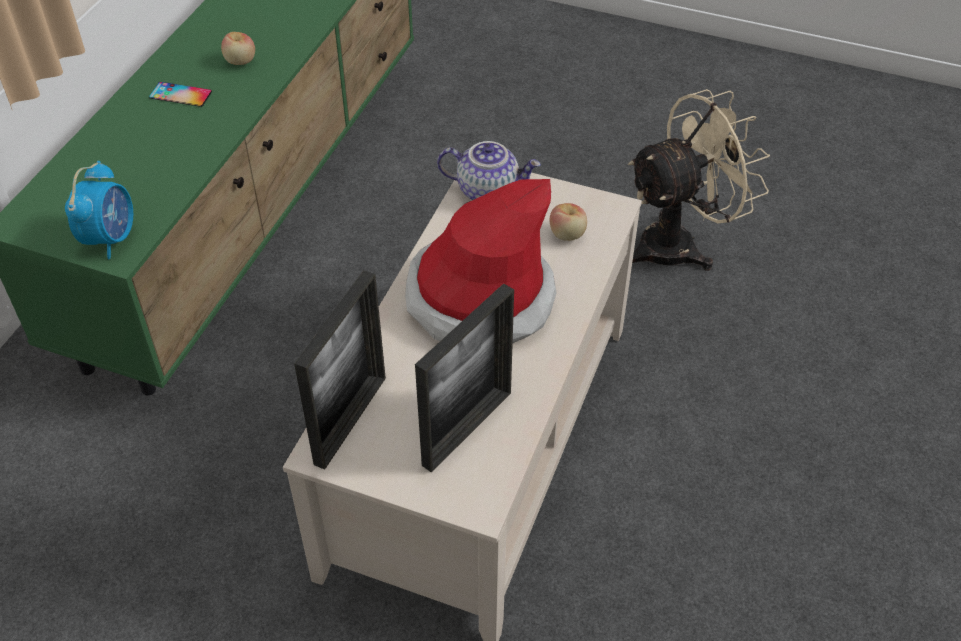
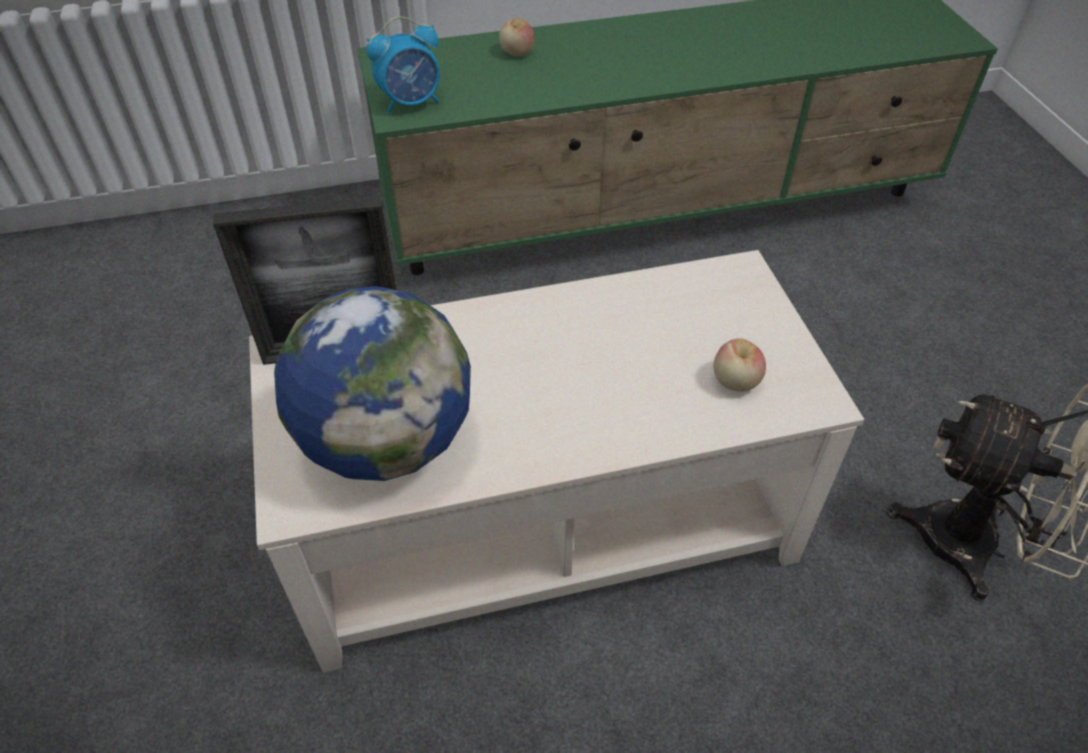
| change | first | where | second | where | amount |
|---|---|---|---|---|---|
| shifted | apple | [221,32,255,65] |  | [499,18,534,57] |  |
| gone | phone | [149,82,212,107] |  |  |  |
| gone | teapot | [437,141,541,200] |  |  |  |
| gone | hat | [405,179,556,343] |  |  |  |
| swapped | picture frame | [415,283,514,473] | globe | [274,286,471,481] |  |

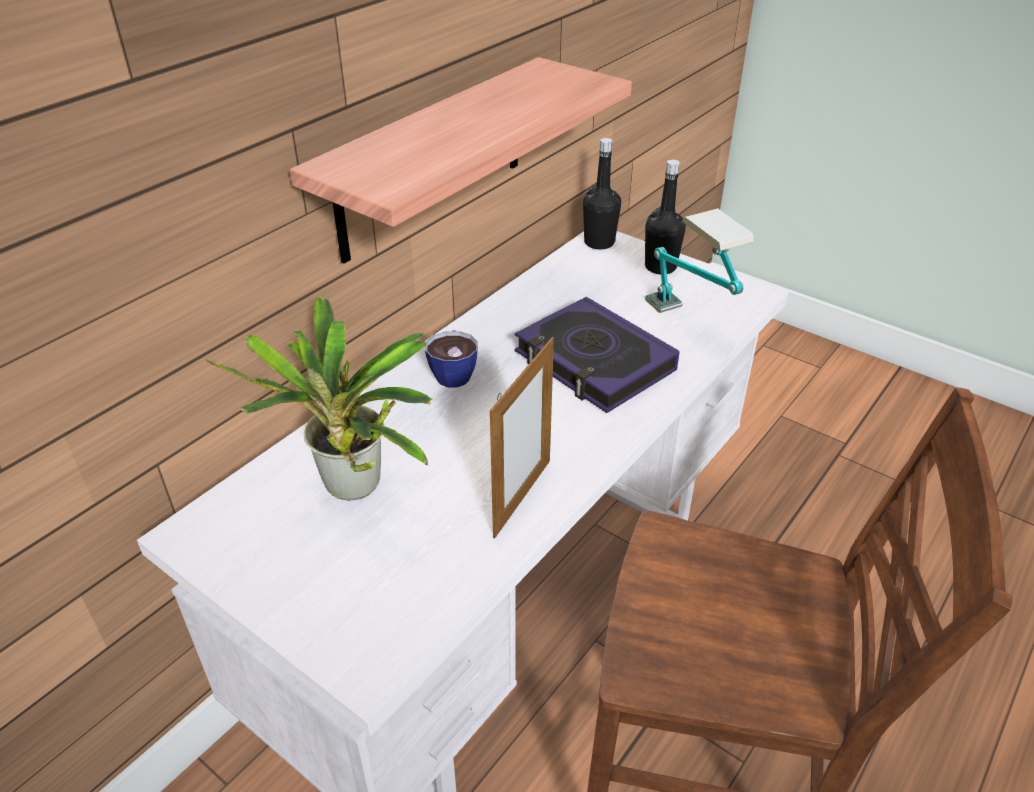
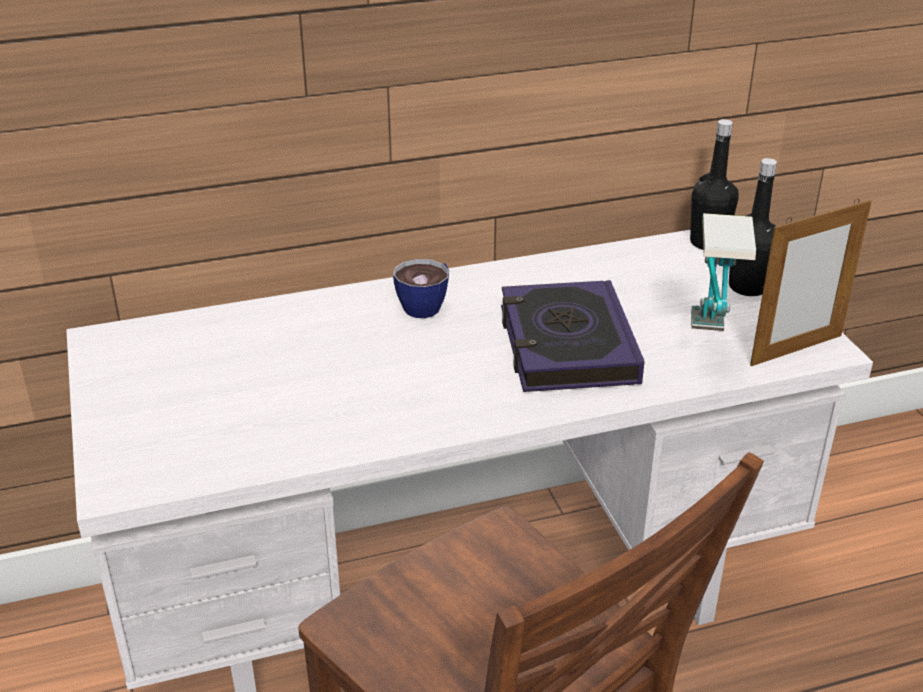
| change | first | where | second | where | amount |
|---|---|---|---|---|---|
| gone | shelf | [289,57,632,264] |  |  |  |
| gone | potted plant | [206,297,433,501] |  |  |  |
| shifted | picture frame | [490,337,554,538] |  | [750,199,871,366] |  |

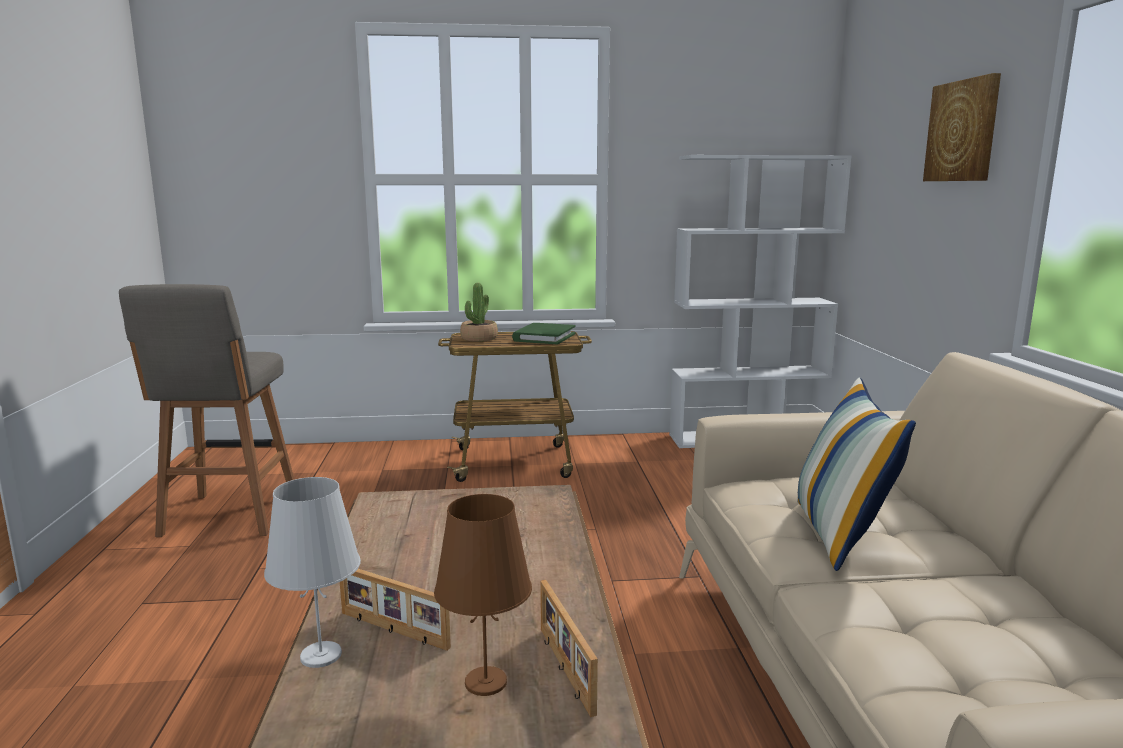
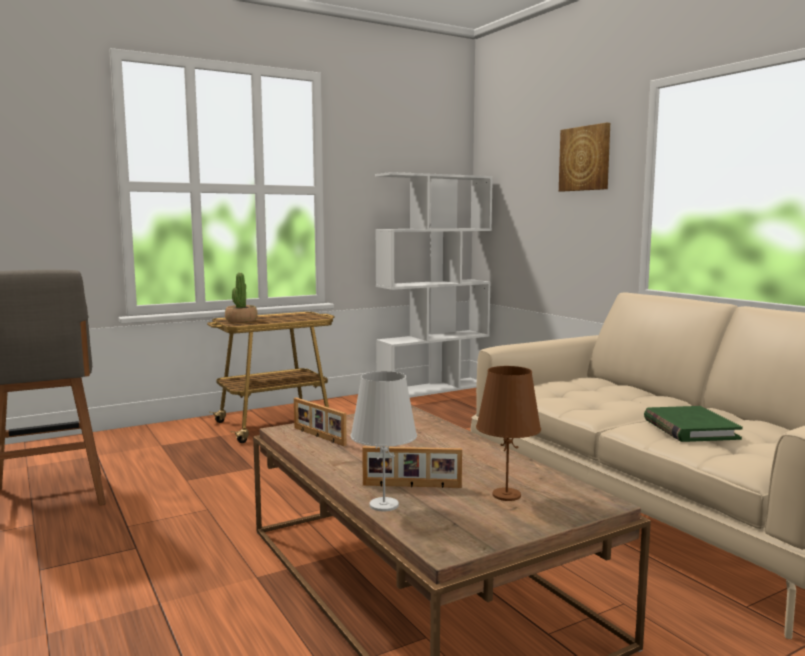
| change | first | where | second | where | amount |
|---|---|---|---|---|---|
| shifted | green book | [512,323,575,345] |  | [644,406,743,442] |  |
| gone | pillow | [797,377,916,571] |  |  |  |
| shifted | picture frame | [540,580,598,717] |  | [294,398,347,446] |  |

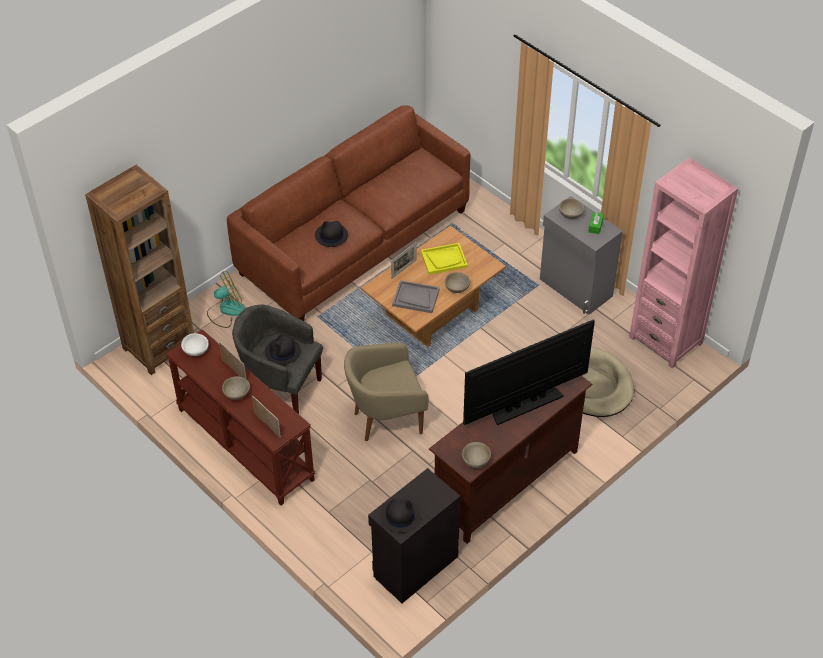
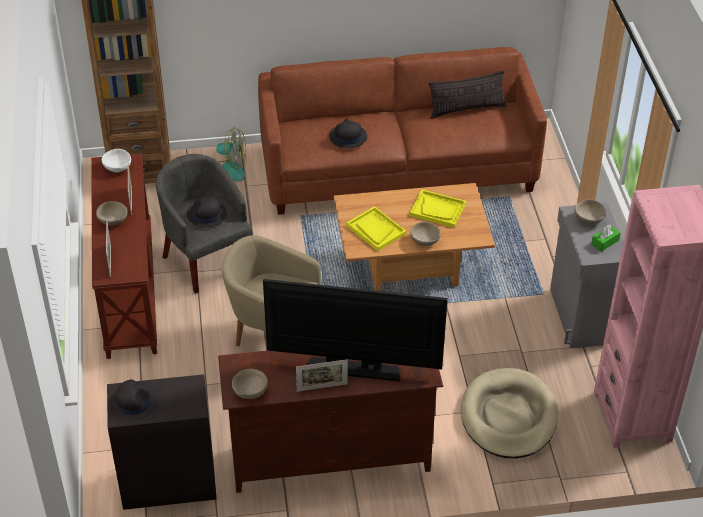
| change | first | where | second | where | amount |
|---|---|---|---|---|---|
| shifted | picture frame | [391,242,417,279] |  | [296,359,348,392] |  |
| repainted | grey tray | [392,280,440,313] | yellow tray | [346,206,406,251] |  |
| new |  |  | pillow | [429,70,507,119] |  |

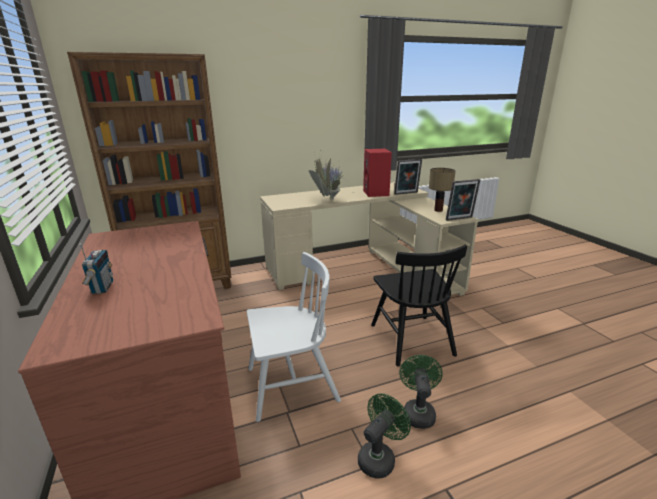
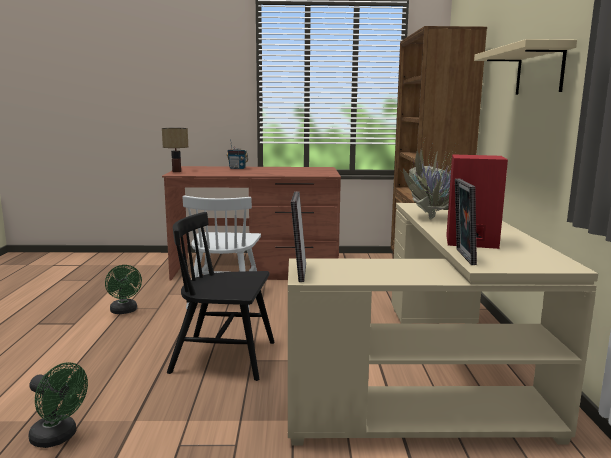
| change | first | where | second | where | amount |
|---|---|---|---|---|---|
| shifted | table lamp | [429,168,456,212] |  | [162,128,188,172] |  |
| shifted | green fan | [399,355,443,429] |  | [29,362,88,448] |  |
| new |  |  | beige shelf | [474,39,577,95] |  |

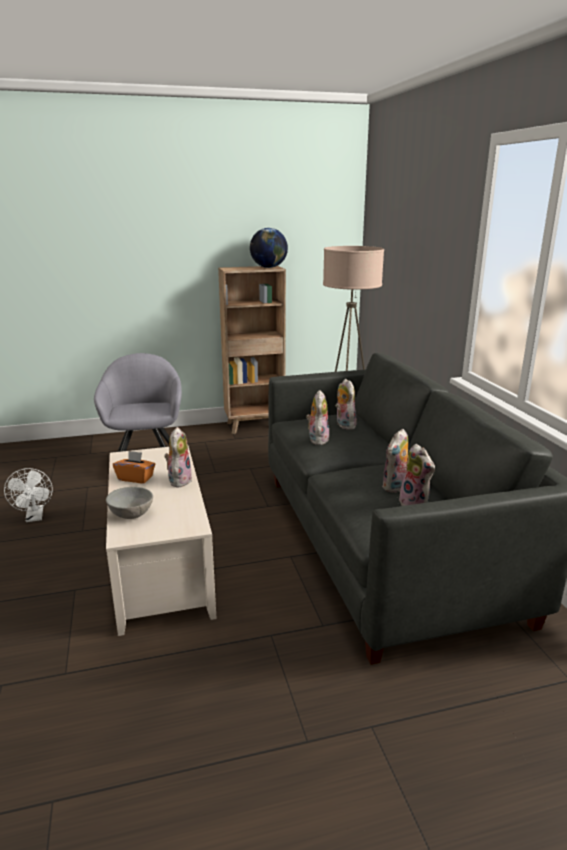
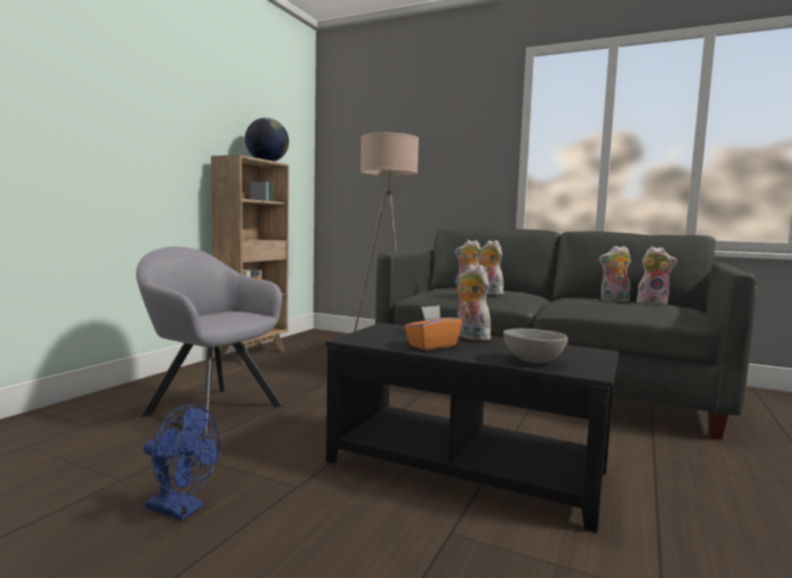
| change | first | where | second | where | amount |
|---|---|---|---|---|---|
| rotated | plush toy | [382,429,408,493] |  | [599,246,631,302] | 105 degrees clockwise |
| repainted | beige coffee table | [106,446,217,636] | black coffee table | [325,323,619,533] |  |
| repainted | white fan | [4,468,53,522] | blue fan | [143,404,221,520] |  |

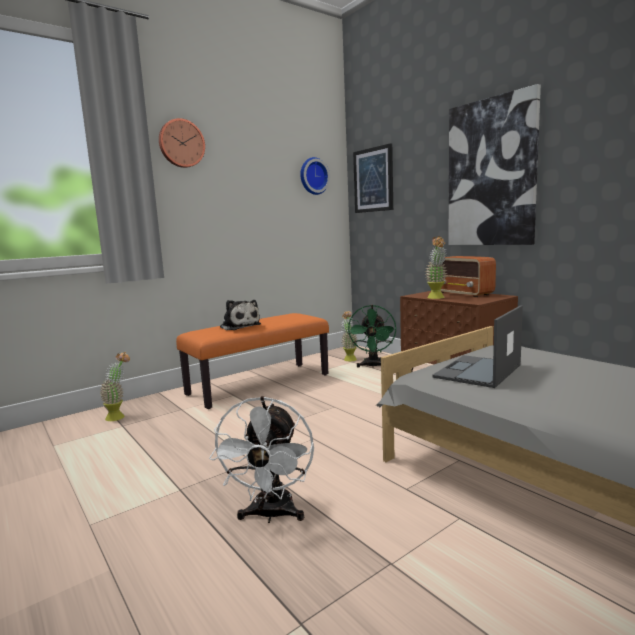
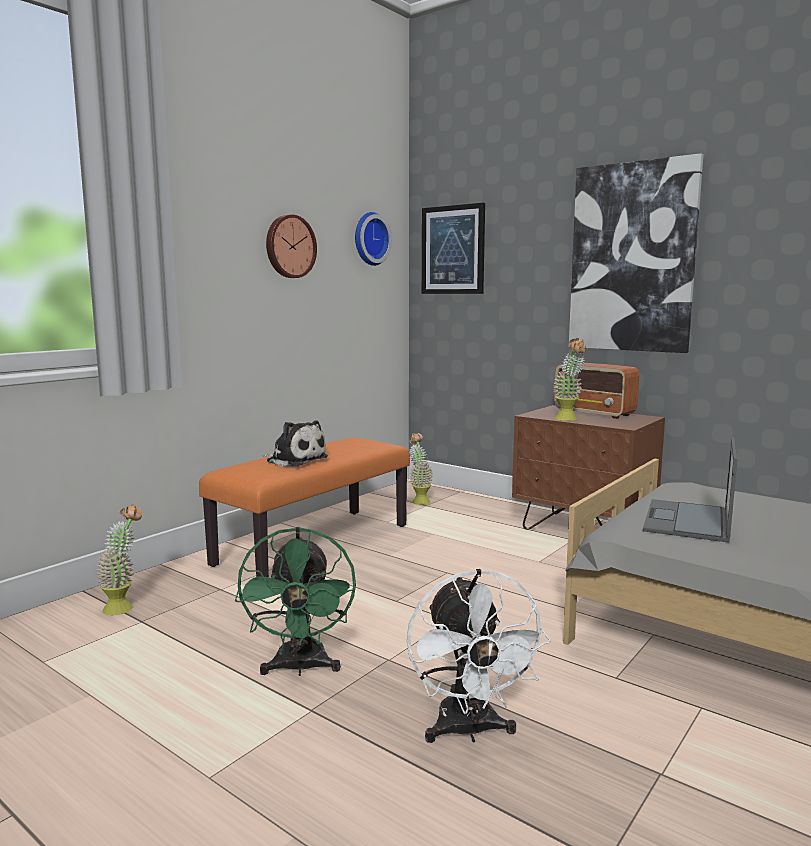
| change | first | where | second | where | amount |
|---|---|---|---|---|---|
| shifted | wall clock | [159,118,205,168] |  | [266,215,317,278] |  |
| shifted | green fan | [348,305,396,368] |  | [235,527,356,676] |  |

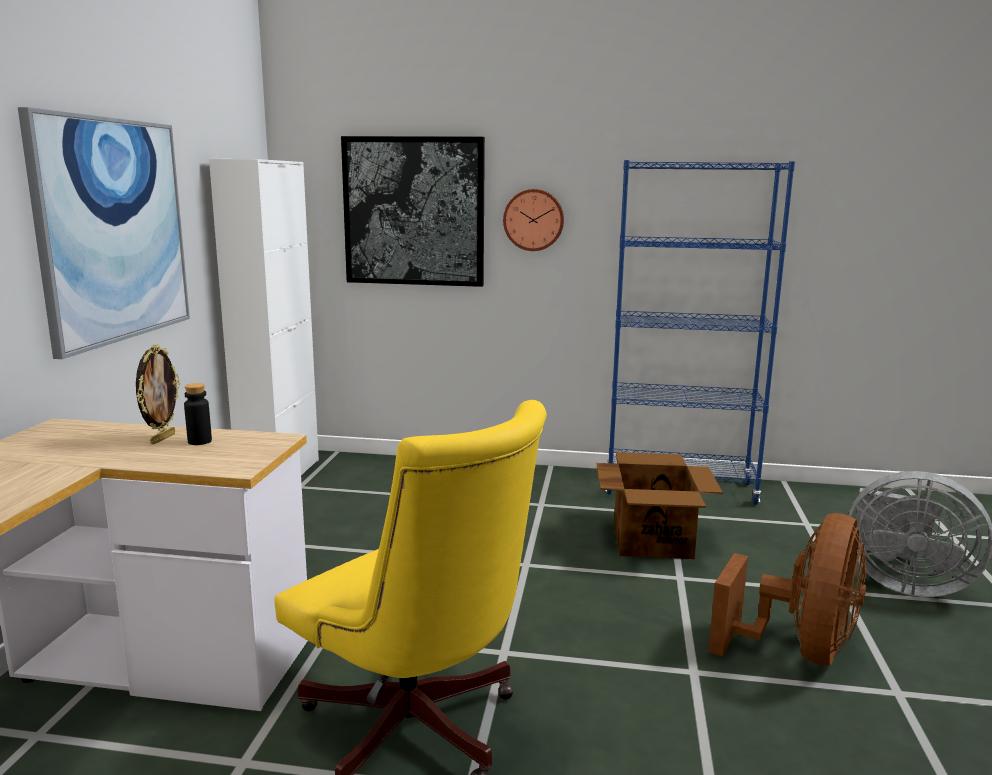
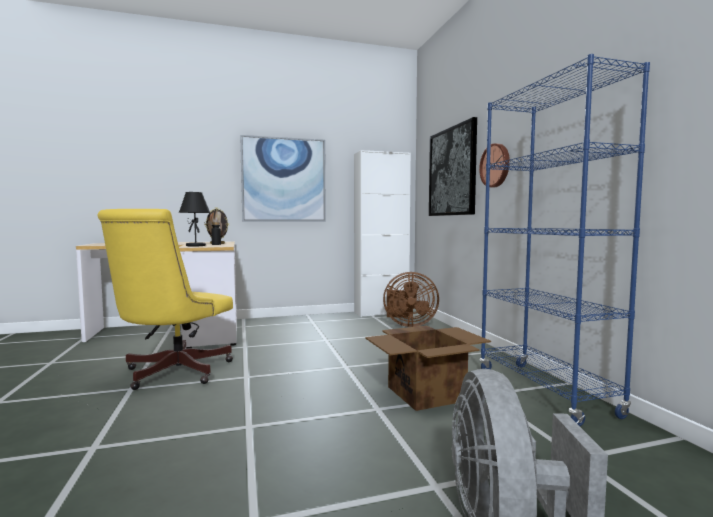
| change | first | where | second | where | amount |
|---|---|---|---|---|---|
| shifted | brown fan | [708,513,866,665] |  | [383,272,439,327] |  |
| new |  |  | black table lamp | [179,192,210,247] |  |

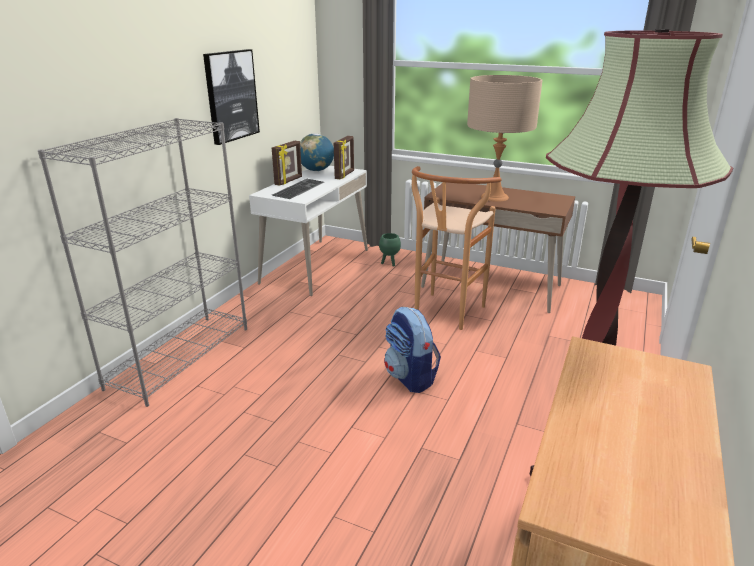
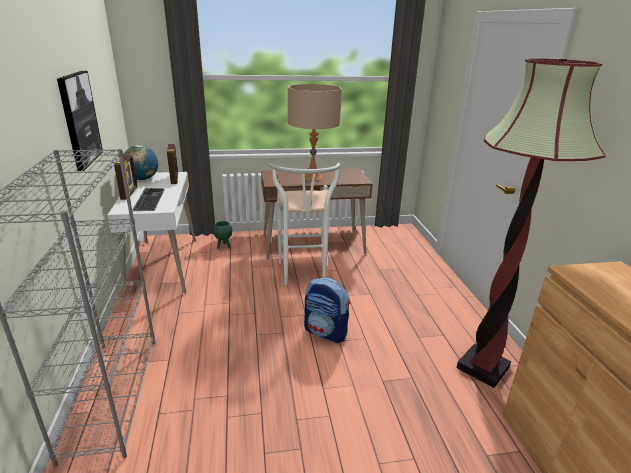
| change | first | where | second | where | amount |
|---|---|---|---|---|---|
| repainted | brown stool | [412,166,502,330] | white stool | [269,163,340,285] |  |

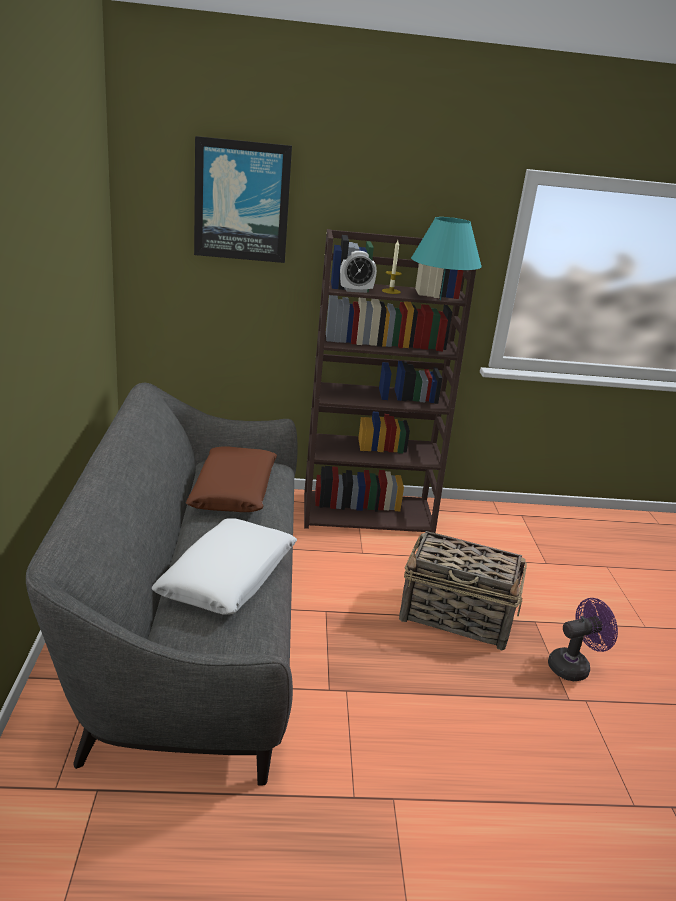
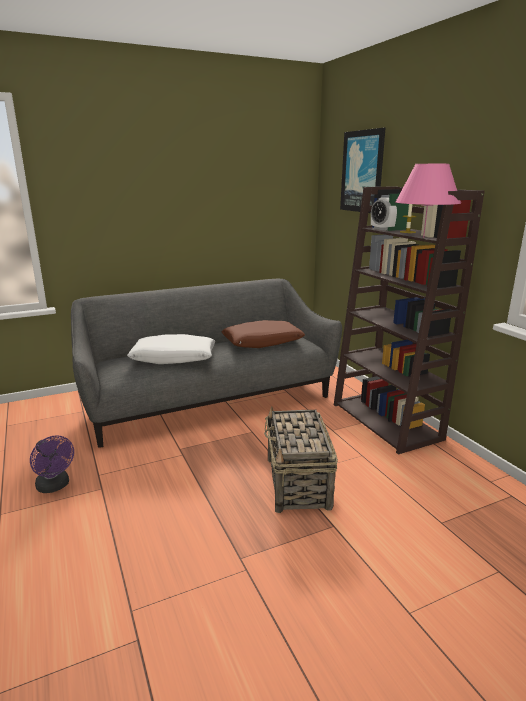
| change | first | where | second | where | amount |
|---|---|---|---|---|---|
| repainted | turquoise table lamp | [411,217,482,300] | pink table lamp | [395,164,461,238] |  |
| shifted | purple fan | [548,598,618,681] |  | [30,435,74,493] |  |

